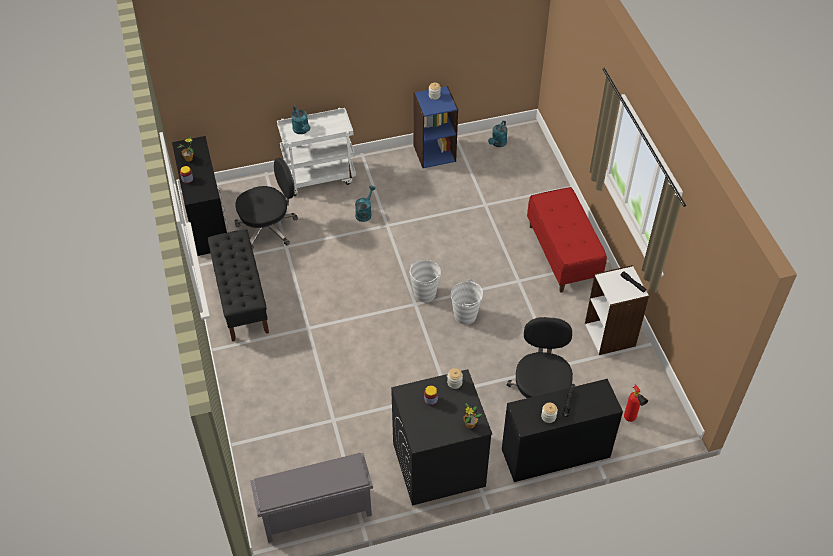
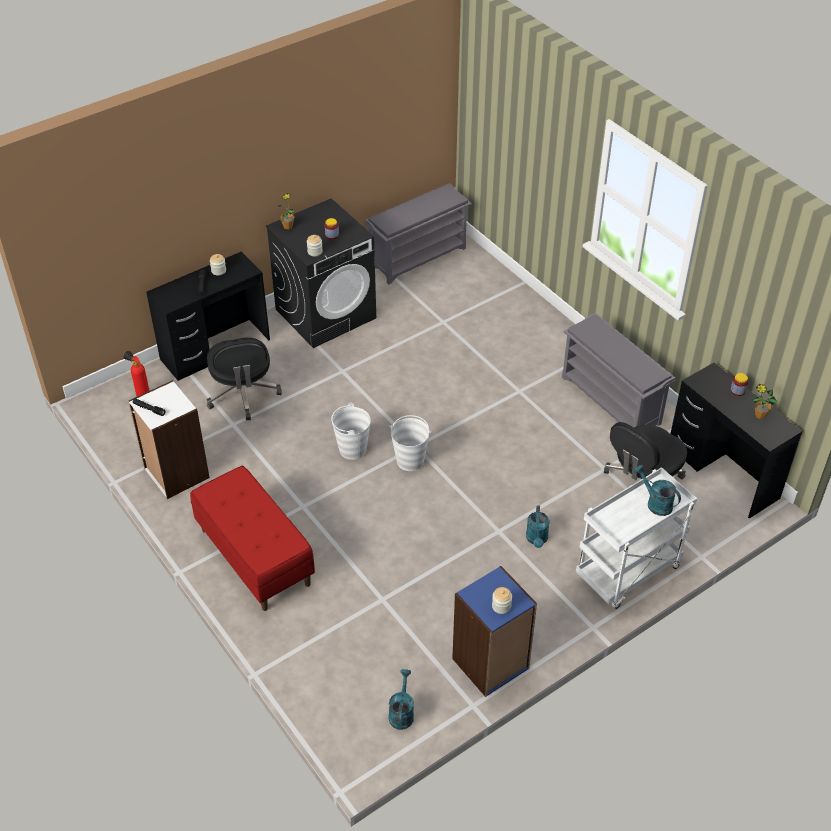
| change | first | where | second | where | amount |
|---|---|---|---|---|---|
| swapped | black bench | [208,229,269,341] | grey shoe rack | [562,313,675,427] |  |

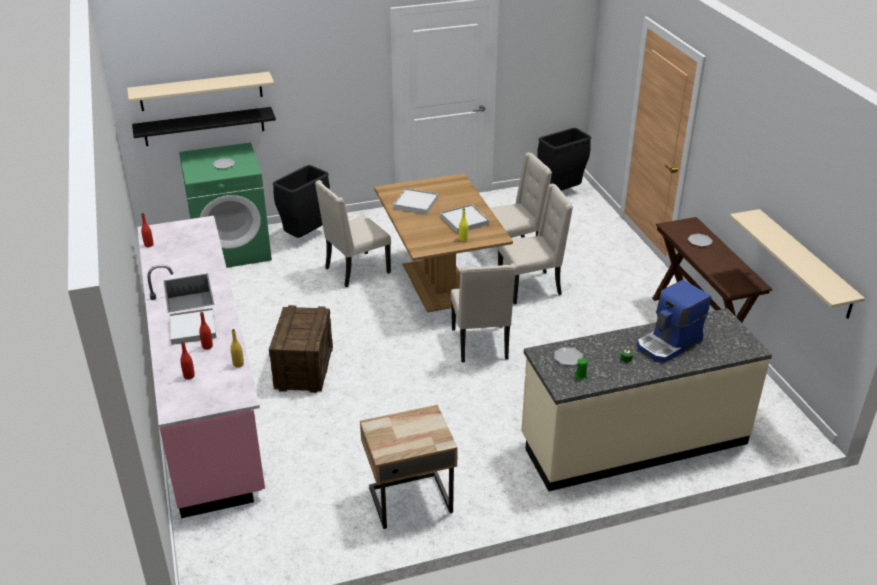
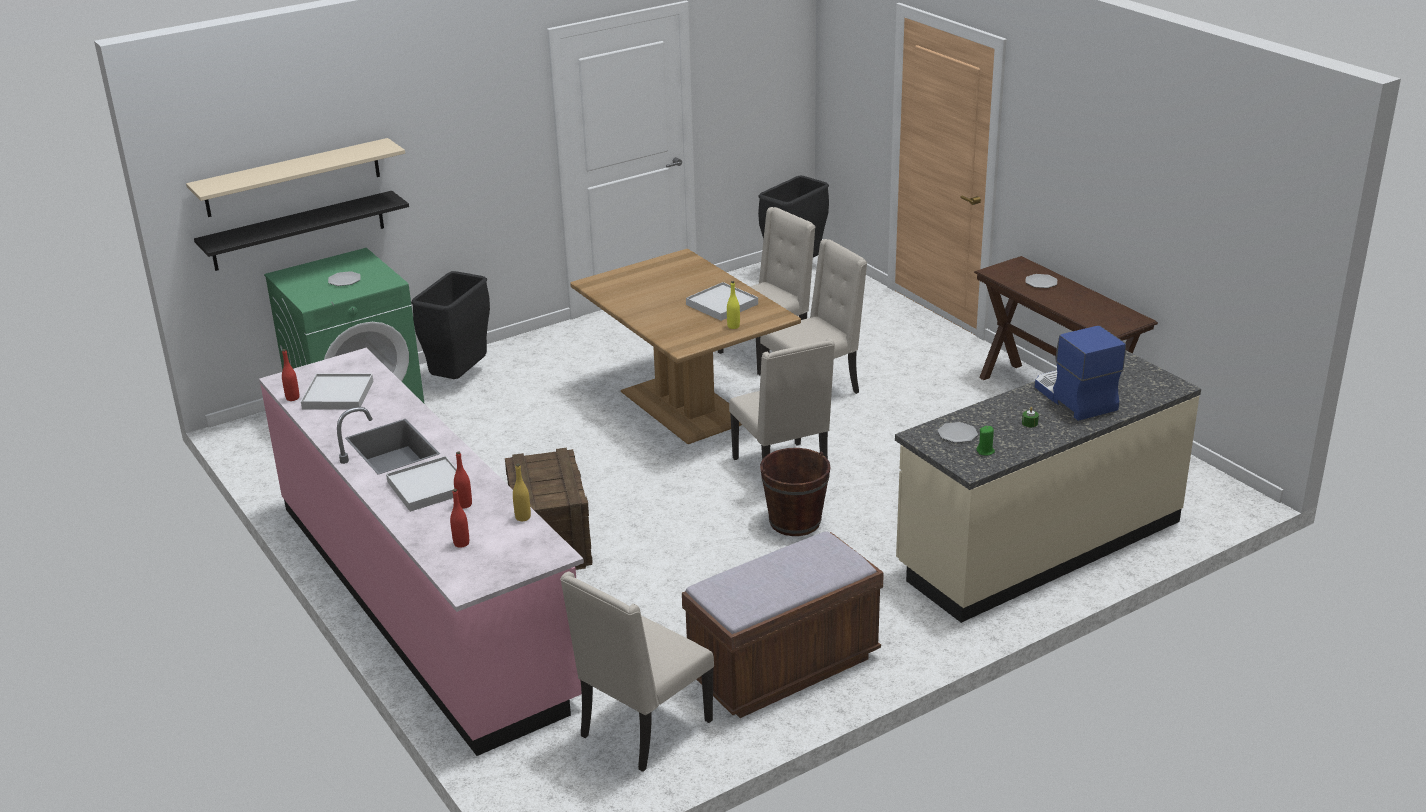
| change | first | where | second | where | amount |
|---|---|---|---|---|---|
| shifted | beige chair | [315,180,391,287] |  | [560,571,714,772] |  |
| shifted | white tray | [393,188,438,214] |  | [301,374,373,410] |  |
| gone | beige shelf | [730,209,865,319] |  |  |  |
| rotated | coffee machine | [637,280,711,363] |  | [1035,326,1126,421] | 120 degrees clockwise |
| swapped | beige nightstand | [360,405,458,529] | brown bench | [682,531,884,718] |  |
| new |  |  | brown bucket | [760,448,831,536] |  |

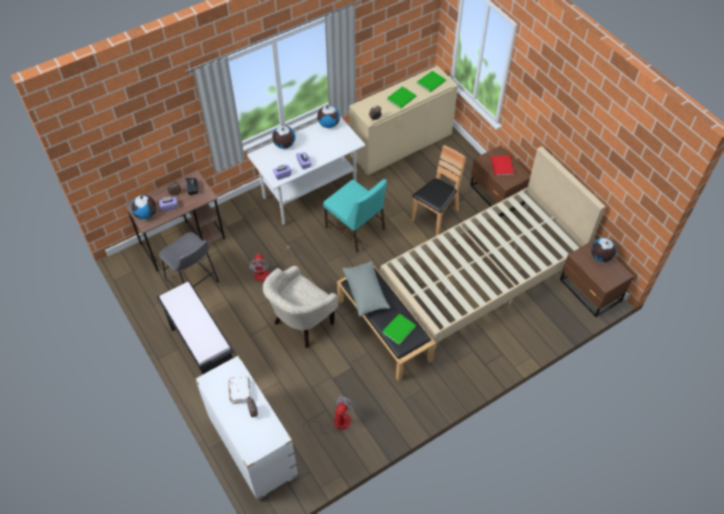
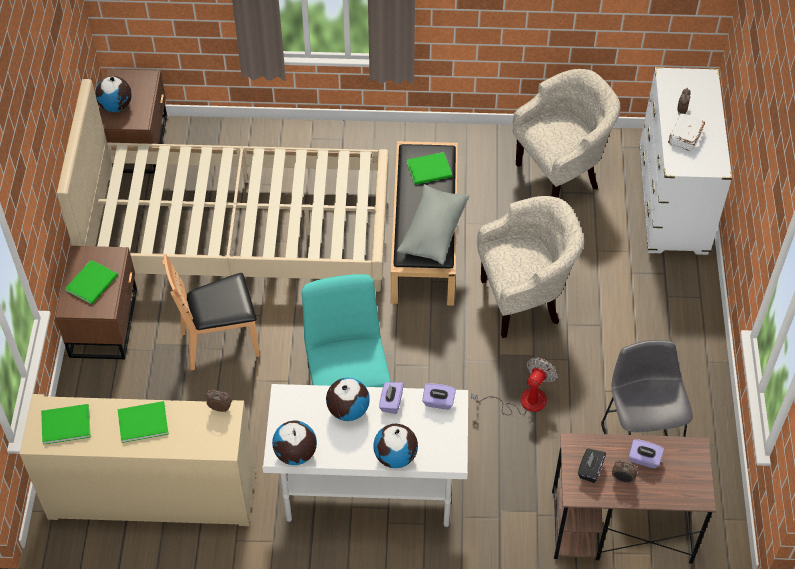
| change | first | where | second | where | amount |
|---|---|---|---|---|---|
| repainted | red book | [491,156,514,176] | green book | [65,260,118,305] |  |
| shifted | globe | [131,195,156,219] |  | [326,378,370,421] |  |
| gone | black bench | [157,282,233,375] |  |  |  |
| swapped | fan | [299,395,355,434] | beige armchair | [512,69,620,198] |  |

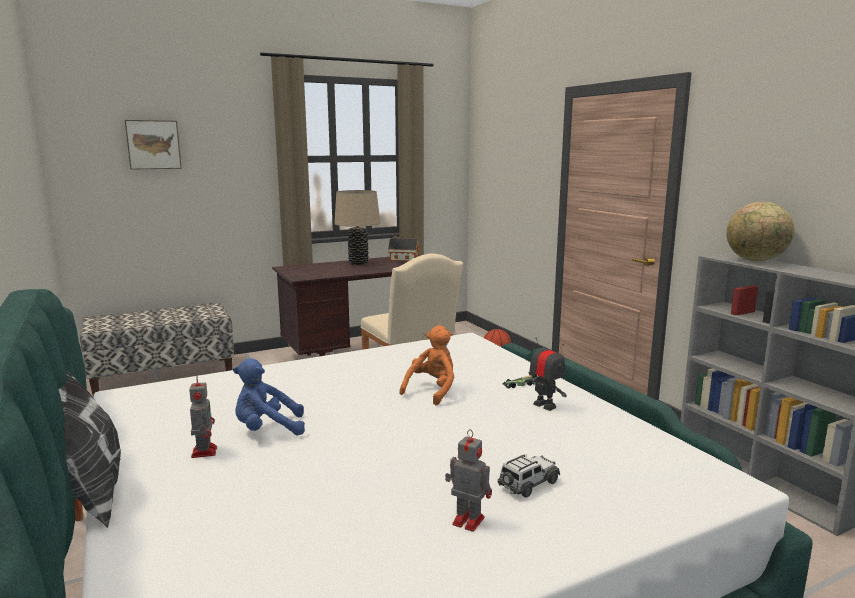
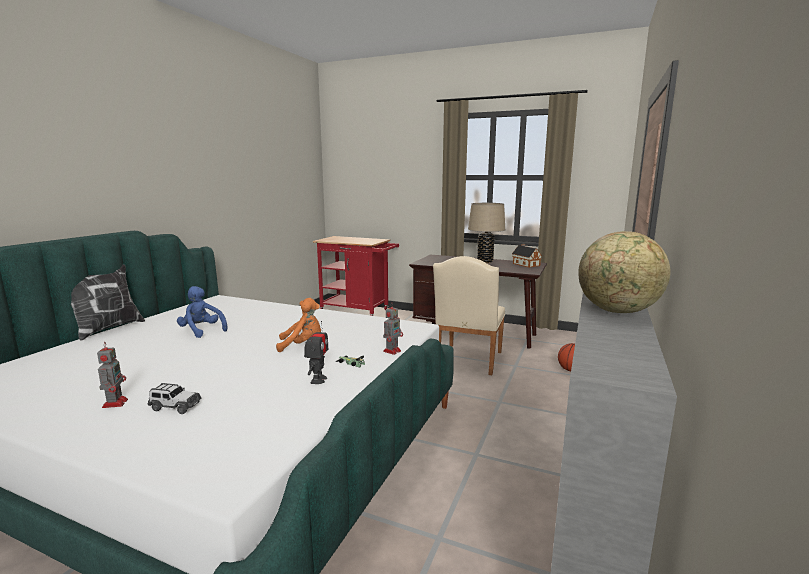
| change | first | where | second | where | amount |
|---|---|---|---|---|---|
| gone | picture | [125,120,182,170] |  |  |  |
| swapped | bench | [80,303,234,397] | red cart | [313,236,399,316] |  |
| shifted | toy robot | [189,377,217,458] |  | [383,303,403,355] |  |

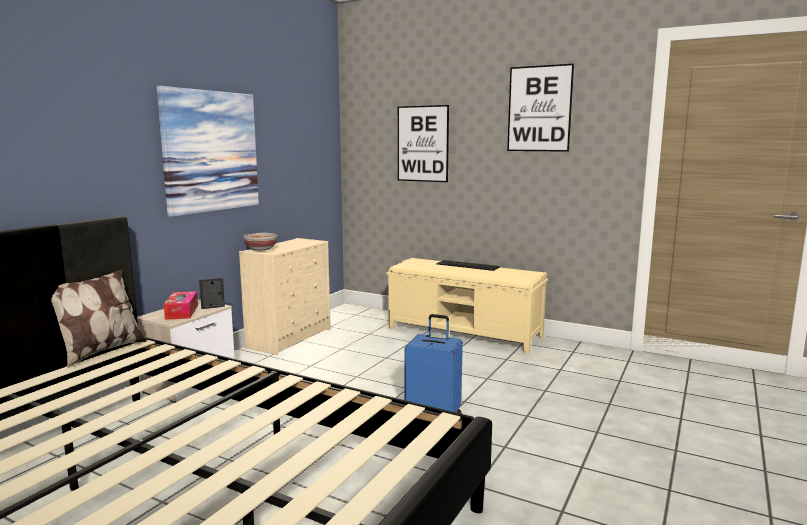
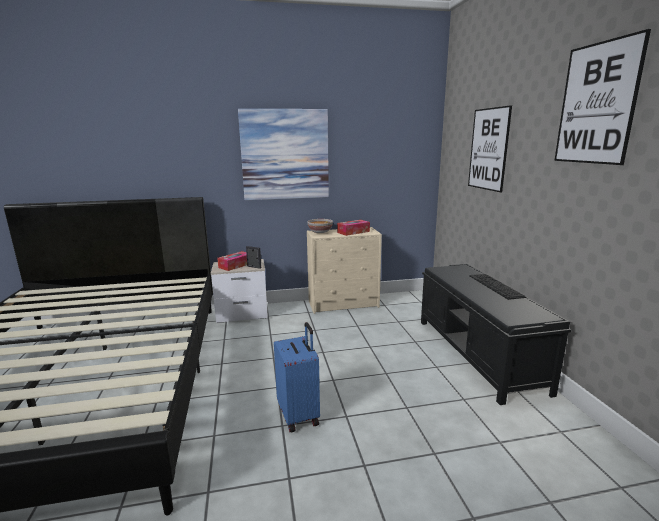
| change | first | where | second | where | amount |
|---|---|---|---|---|---|
| repainted | beige bench | [387,258,548,354] | black bench | [421,264,572,405] |  |
| gone | pillow | [51,270,147,368] |  |  |  |
| new |  |  | tissue box | [337,220,370,236] |  |

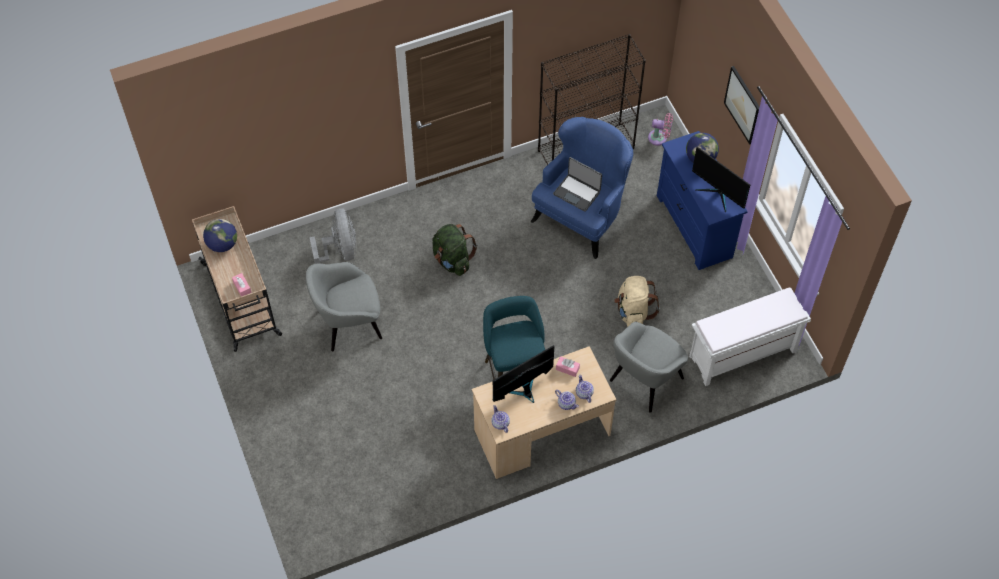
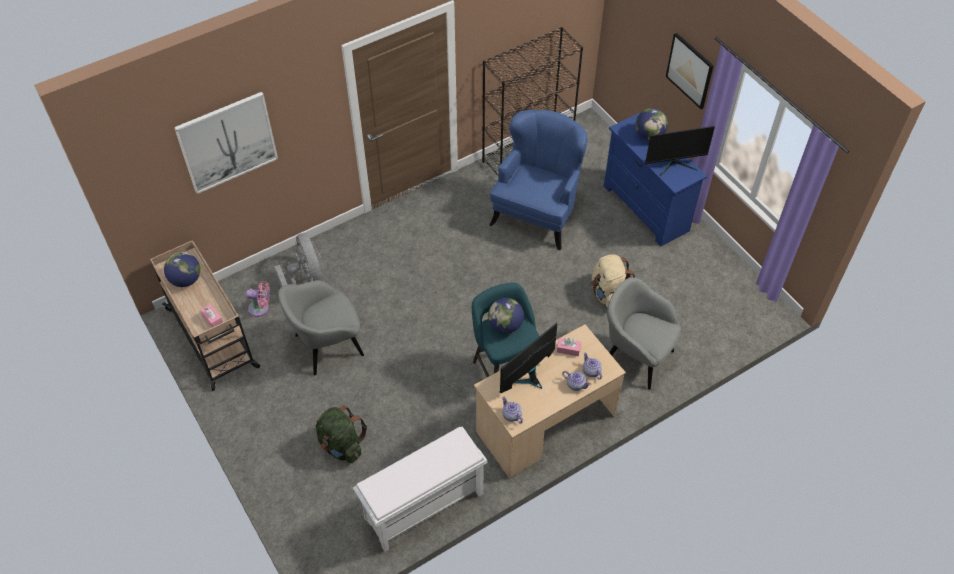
| change | first | where | second | where | amount |
|---|---|---|---|---|---|
| shifted | pink fan | [648,113,673,145] |  | [246,281,270,317] |  |
| rotated | monitor | [692,147,750,212] |  | [645,126,715,176] | 45 degrees counterclockwise |
| gone | laptop | [553,157,602,212] |  |  |  |
| shifted | green backpack | [433,224,477,276] |  | [316,405,367,463] |  |
| shifted | white bench | [689,287,811,386] |  | [353,426,488,552] |  |
| rotated | grey armchair | [610,322,688,413] |  | [607,278,681,390] | 90 degrees clockwise |
| new |  |  | picture | [174,92,278,194] |  |
| new |  |  | globe | [488,298,524,334] |  |

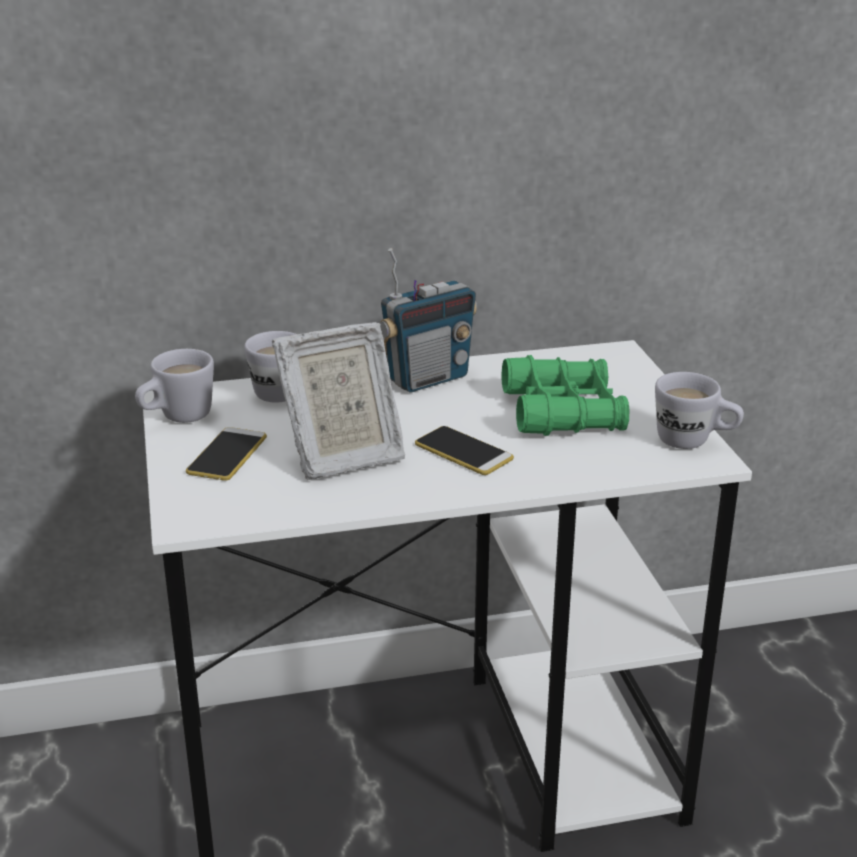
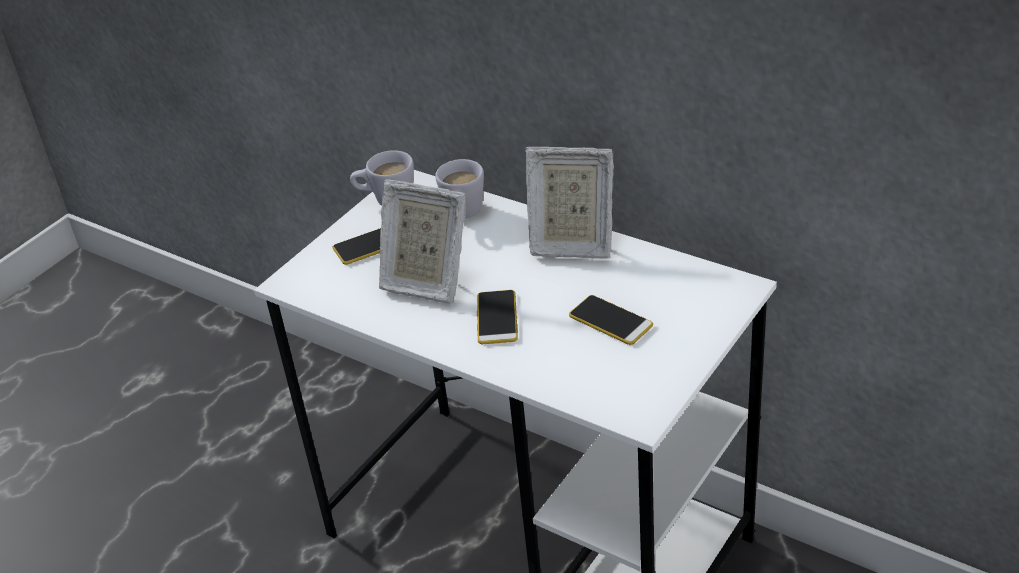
| change | first | where | second | where | amount |
|---|---|---|---|---|---|
| swapped | radio | [380,248,477,393] | picture frame | [526,147,614,259] |  |
| swapped | green binoculars | [501,355,629,436] | phone | [569,295,653,345] |  |
| gone | white mug | [655,372,744,449] |  |  |  |

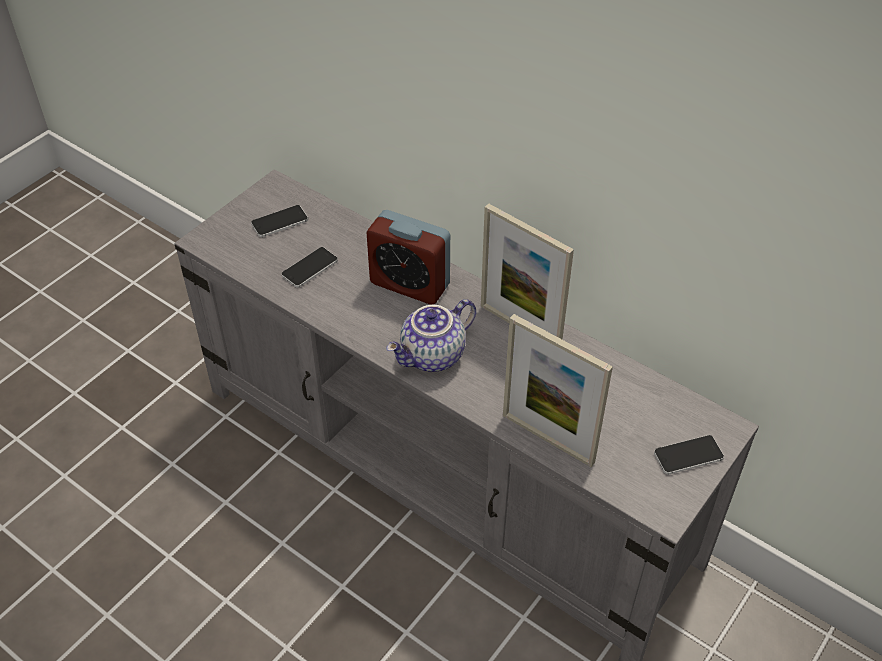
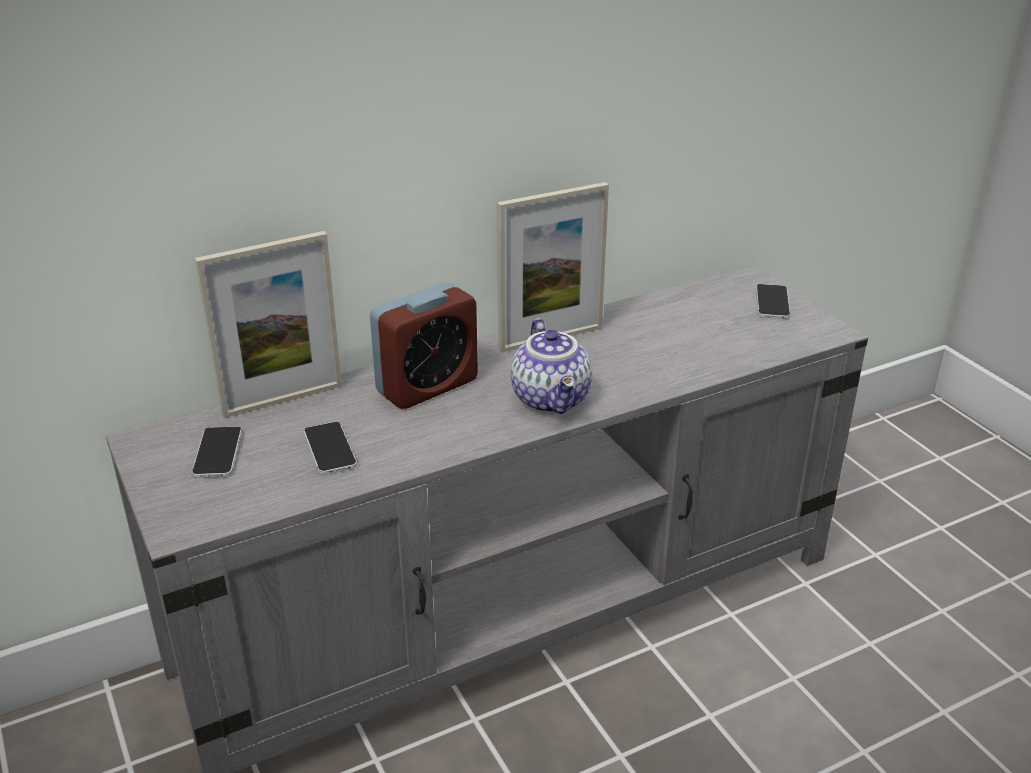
| change | first | where | second | where | amount |
|---|---|---|---|---|---|
| shifted | picture frame | [503,314,613,467] |  | [195,231,342,418] |  |

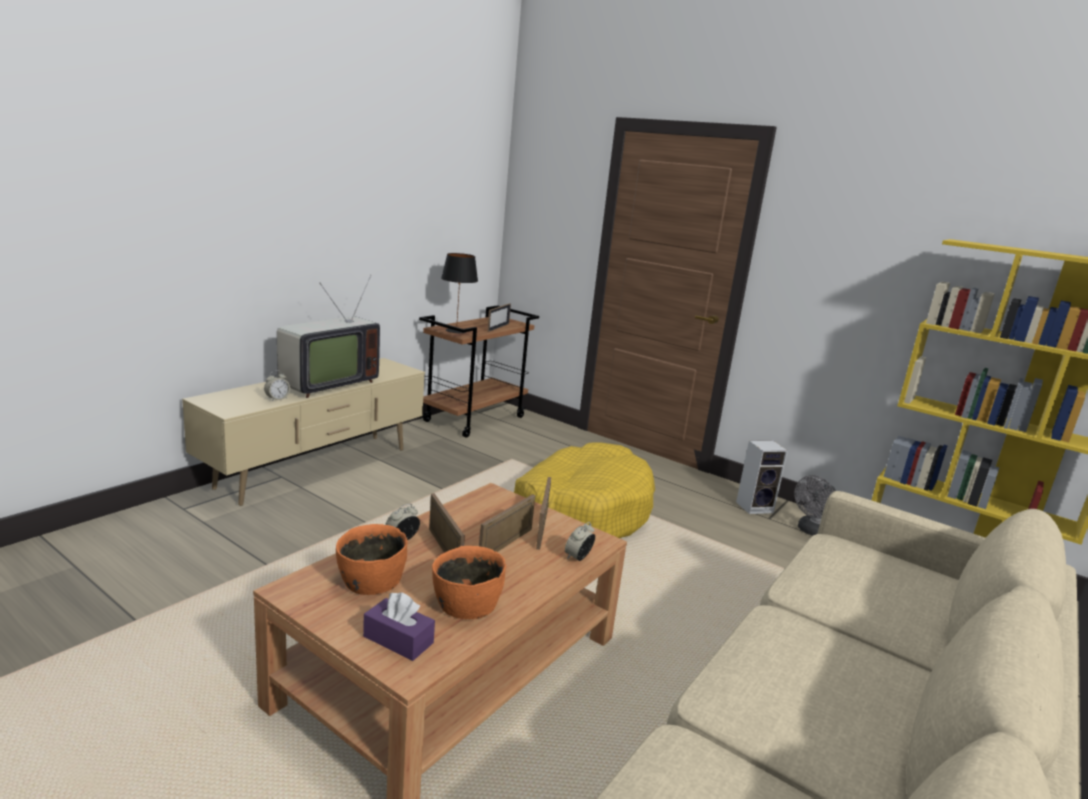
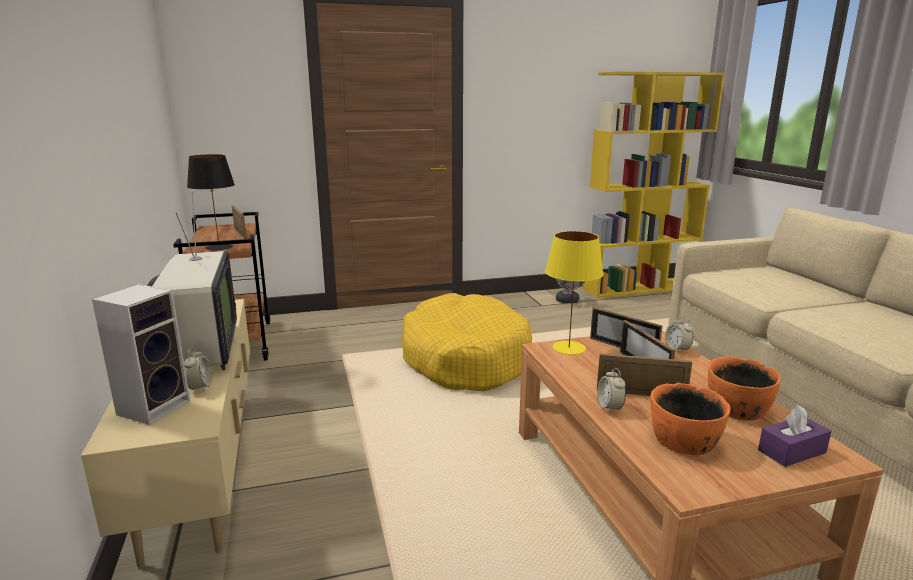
| change | first | where | second | where | amount |
|---|---|---|---|---|---|
| shifted | speaker | [736,440,788,514] |  | [92,284,190,425] |  |
| new |  |  | yellow table lamp | [545,231,604,354] |  |

